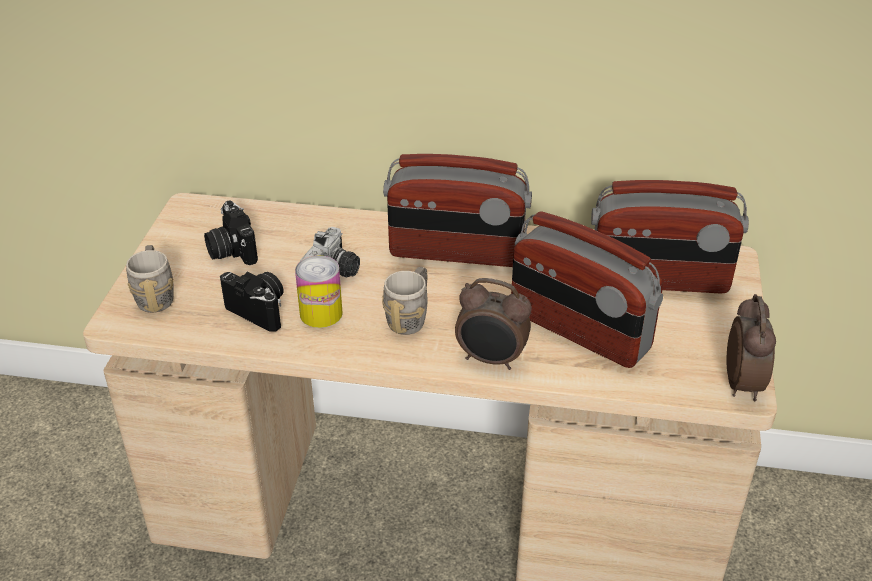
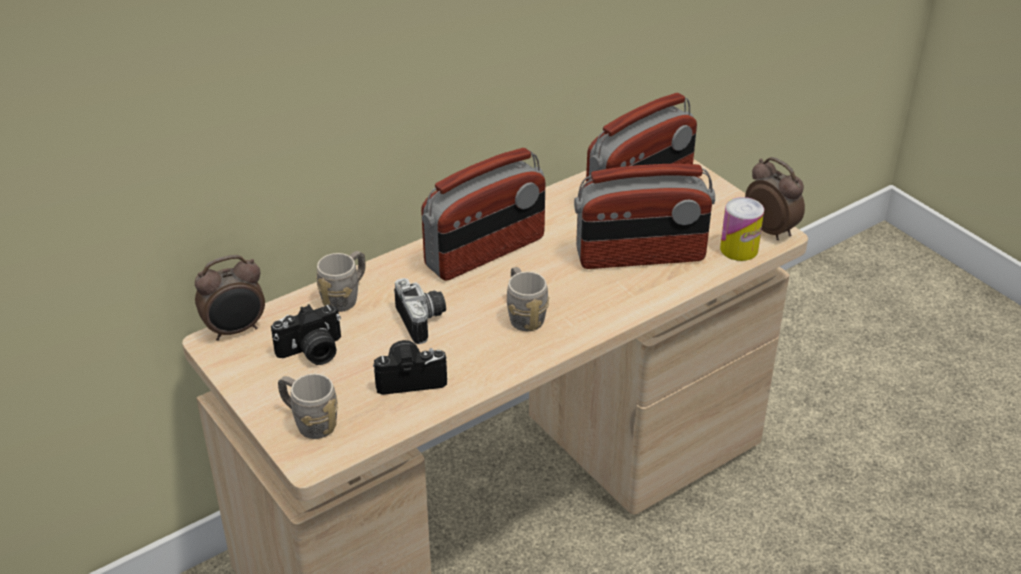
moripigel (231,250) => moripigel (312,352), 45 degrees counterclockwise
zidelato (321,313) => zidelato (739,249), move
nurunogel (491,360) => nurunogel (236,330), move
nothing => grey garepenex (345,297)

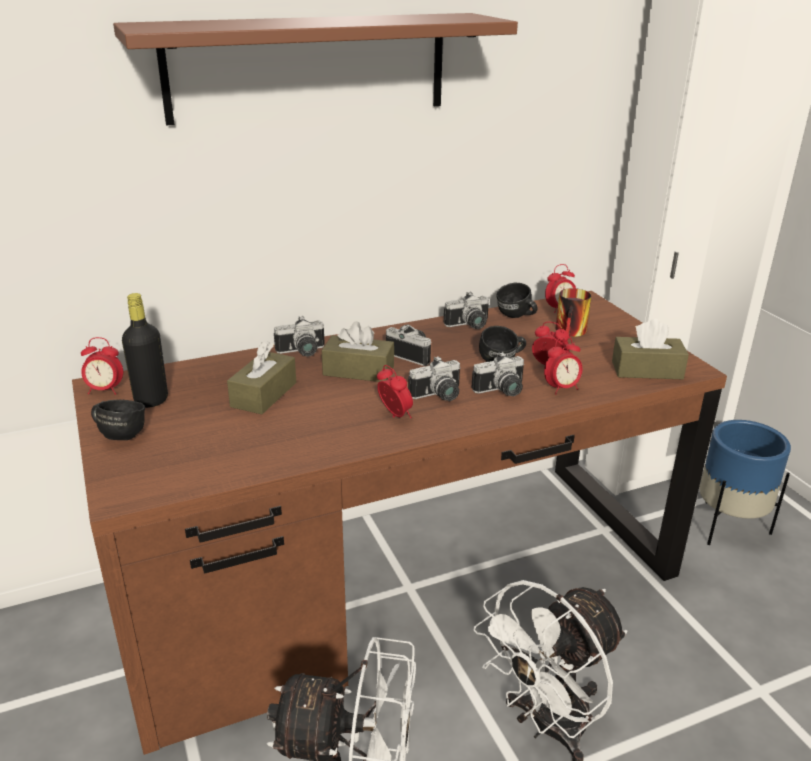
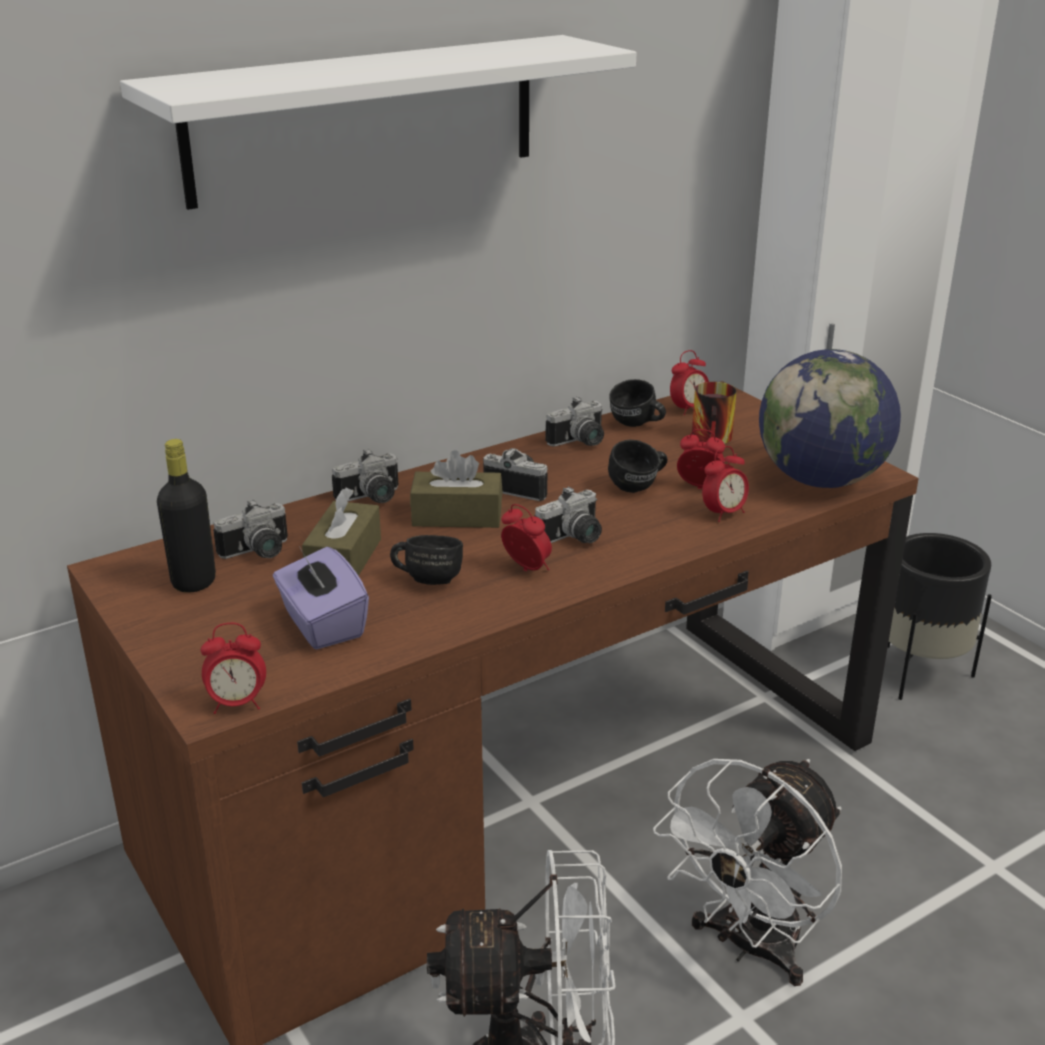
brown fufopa (308,67) => white fufopa (365,119)
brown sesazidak (647,370) => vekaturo (821,480)
nurunogel (105,390) => nurunogel (237,704), move
moripigel (502,391) => moripigel (258,553), move
black garepenex (120,433) => black garepenex (427,578), move
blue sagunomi (729,527) => black sagunomi (920,674)
nothing => purple sesazidak (322,624)

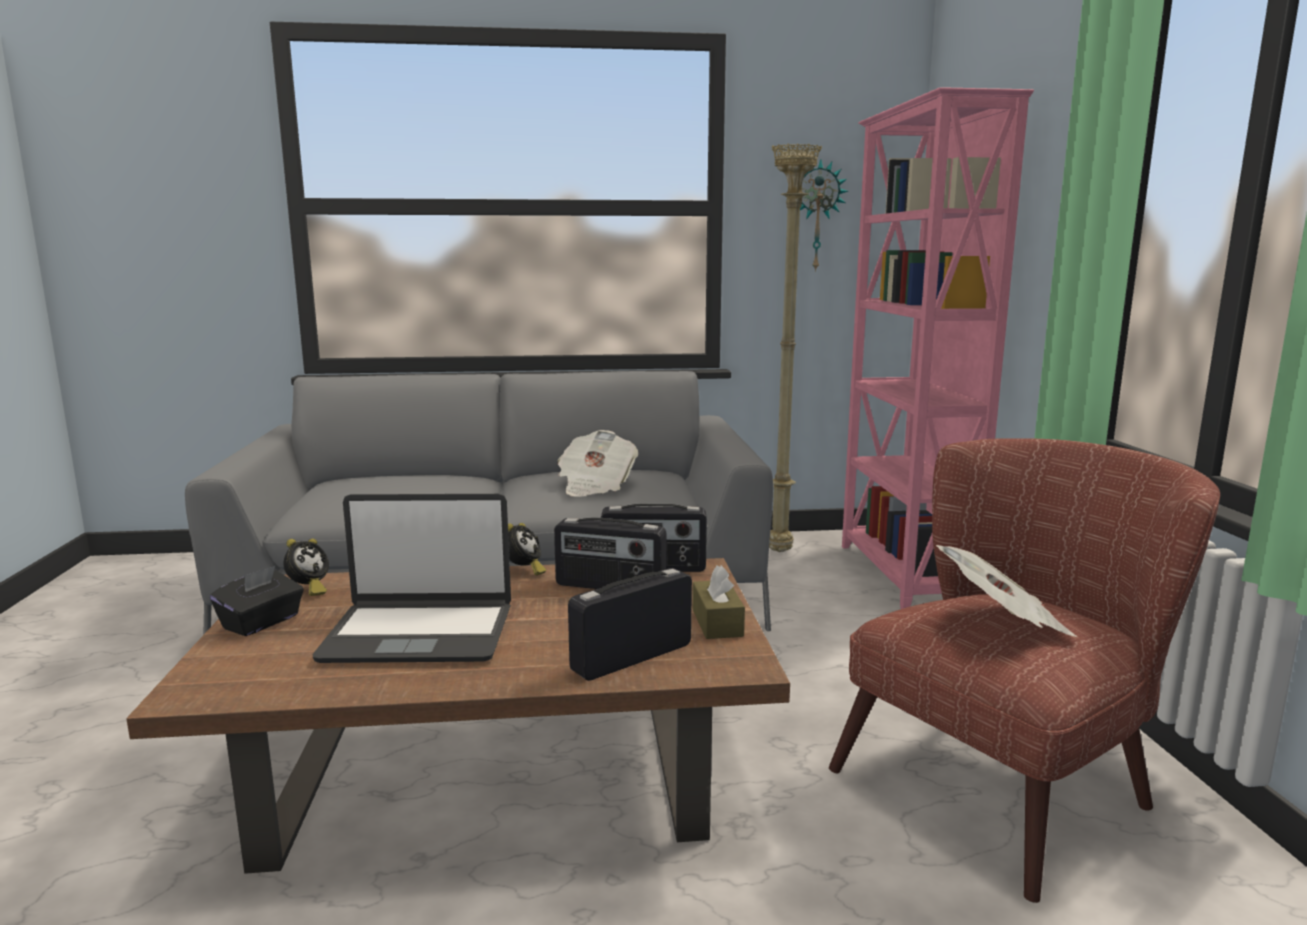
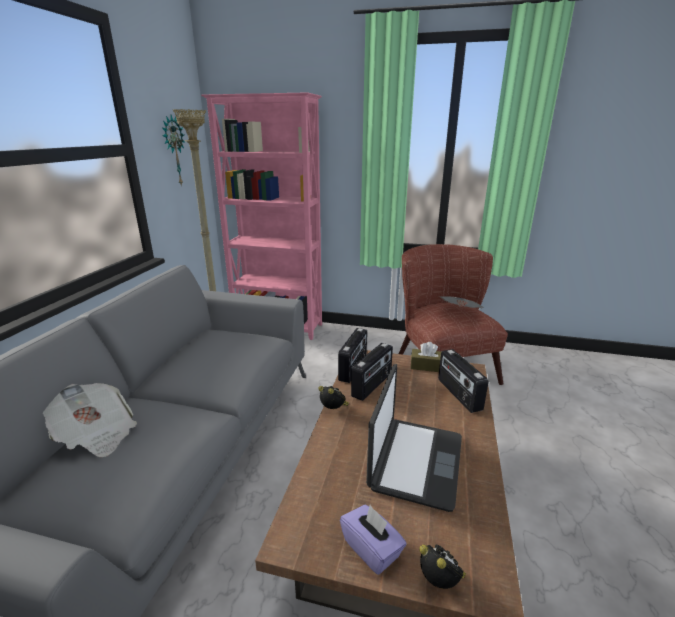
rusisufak (595,486) => rusisufak (96,434), move
nurunogel (308,590) => nurunogel (440,582), move
black sesazidak (262,623) => purple sesazidak (372,549)

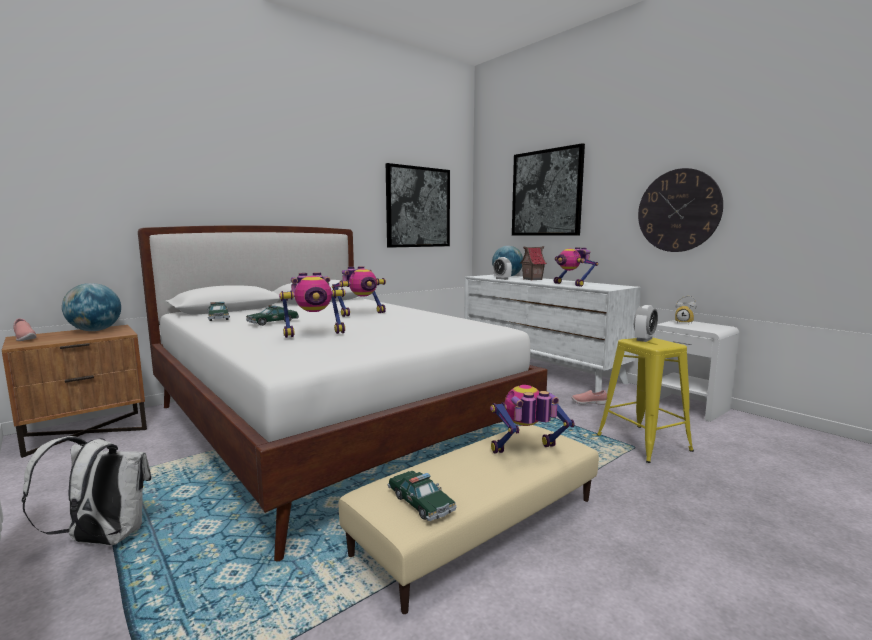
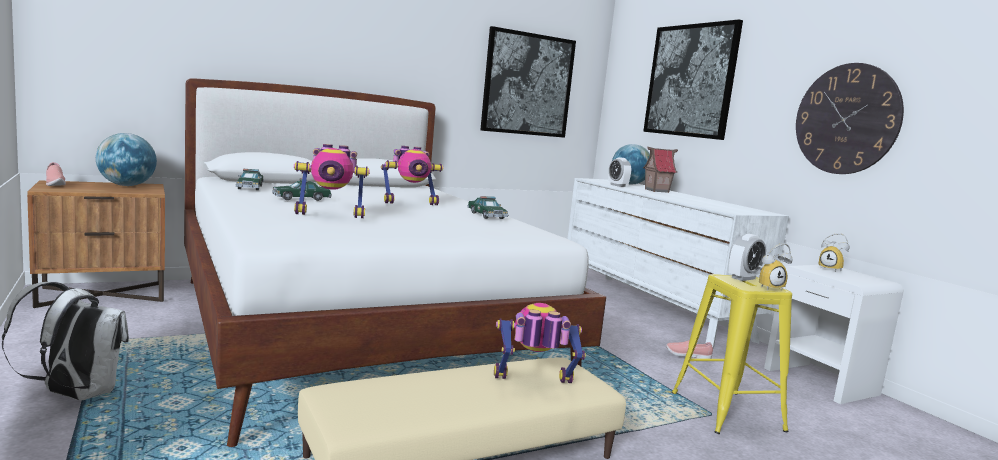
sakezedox (572,284) => nothing
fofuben (420,503) => fofuben (486,215), move
nothing => nurunogel (769,287)

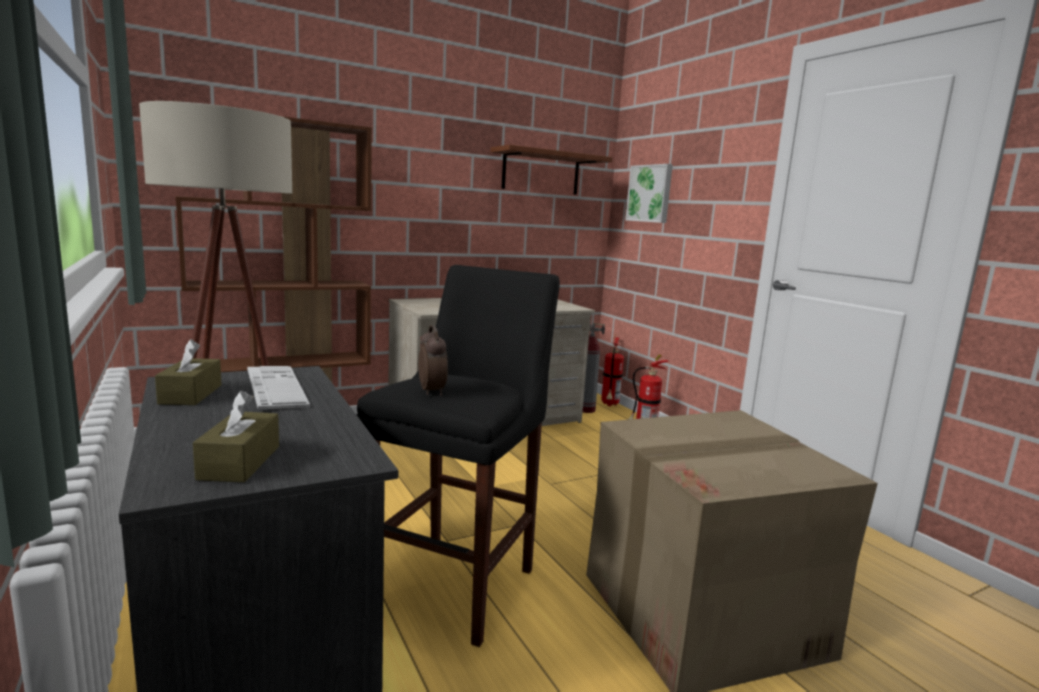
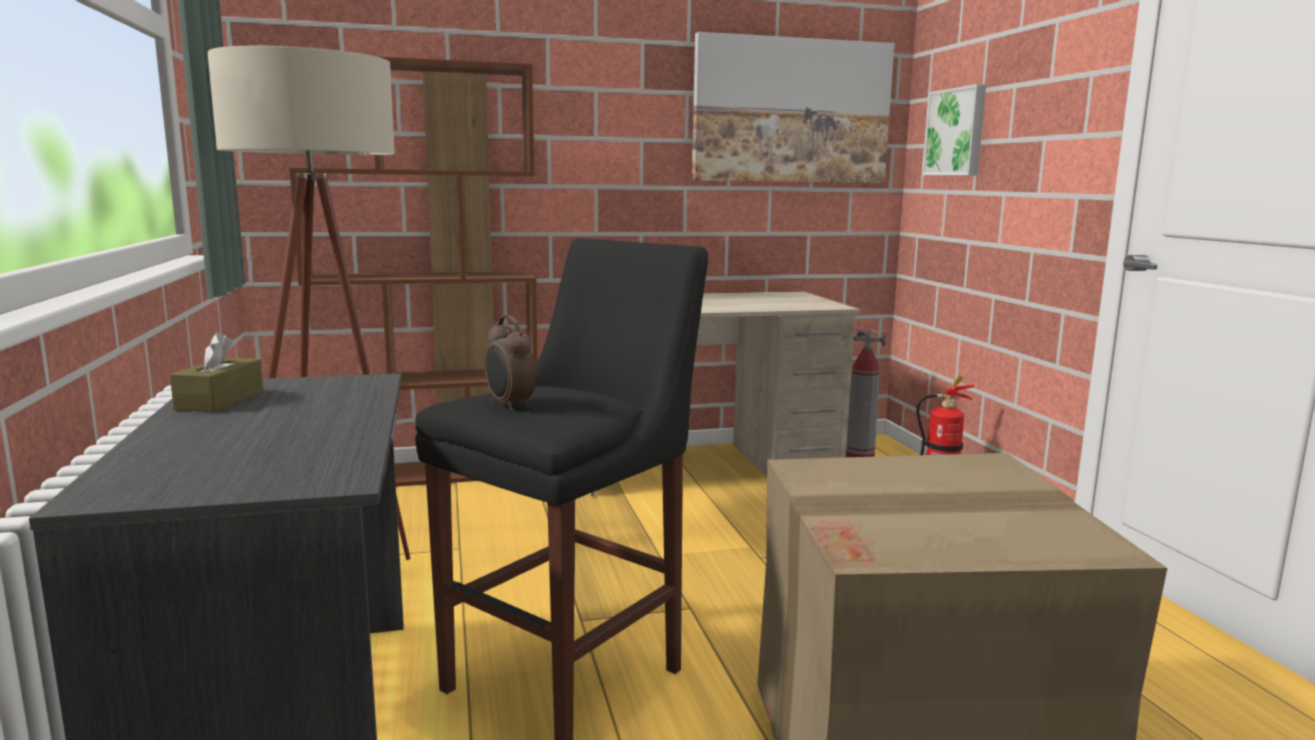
brown fufopa (541,172) => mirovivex (791,111)
nurunogel (432,391) => nurunogel (509,405), 150 degrees clockwise
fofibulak (609,405) => nothing
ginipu (276,388) => nothing
brown sesazidak (240,462) => nothing

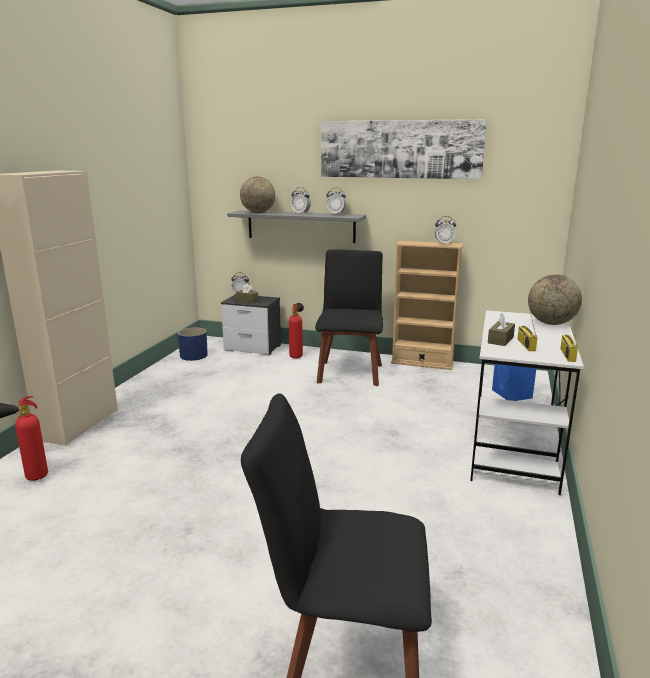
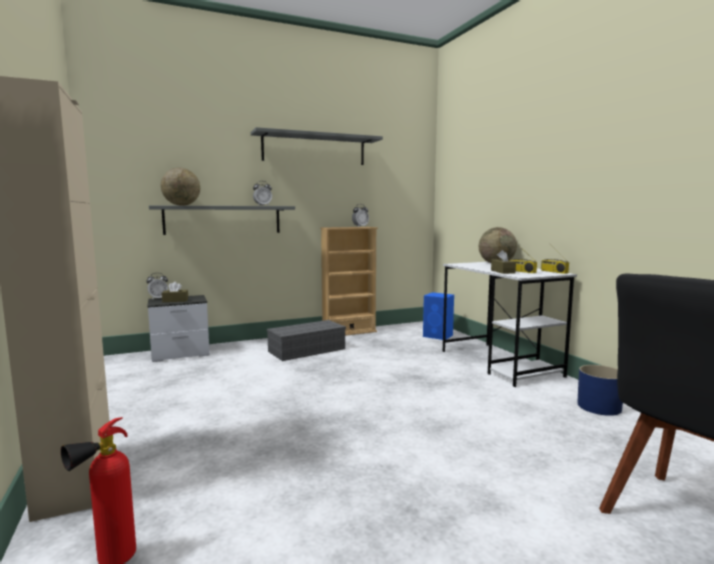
mirovivex (400,149) => grey fufopa (314,149)
nurunogel (301,214) => nothing
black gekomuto (350,372) => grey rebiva (307,350)
fofibulak (297,356) => nothing
blue sagunomi (194,355) => blue sagunomi (598,407), move

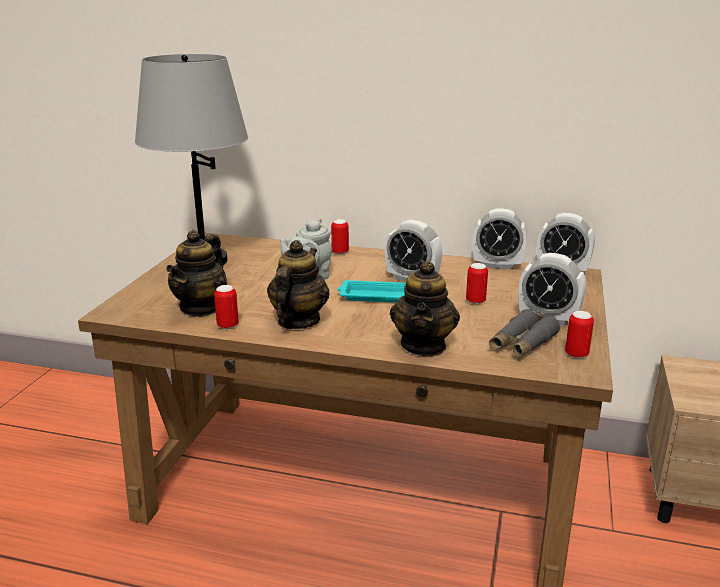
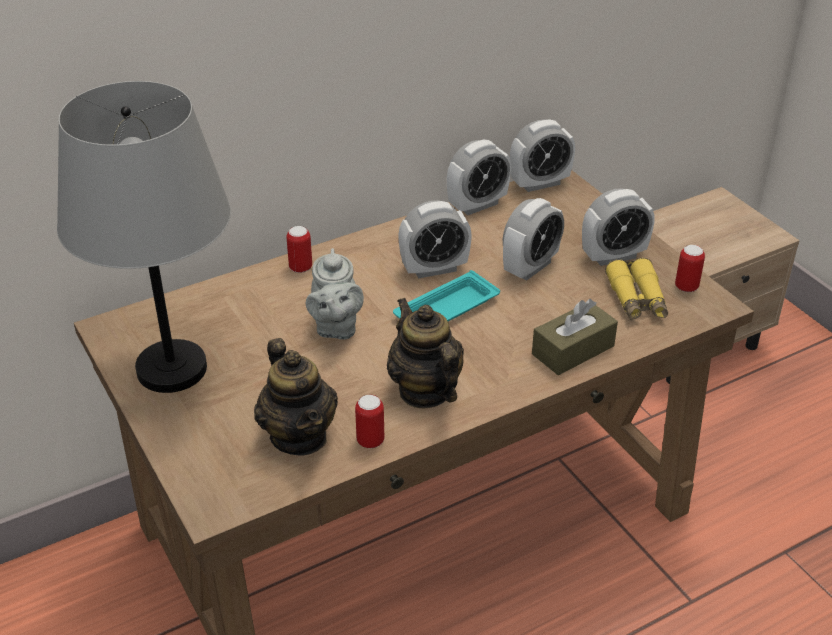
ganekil (424,345) => brown sesazidak (573,350)
zidelato (475,301) => nurunogel (530,267)
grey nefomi (522,344) => yellow nefomi (636,299)

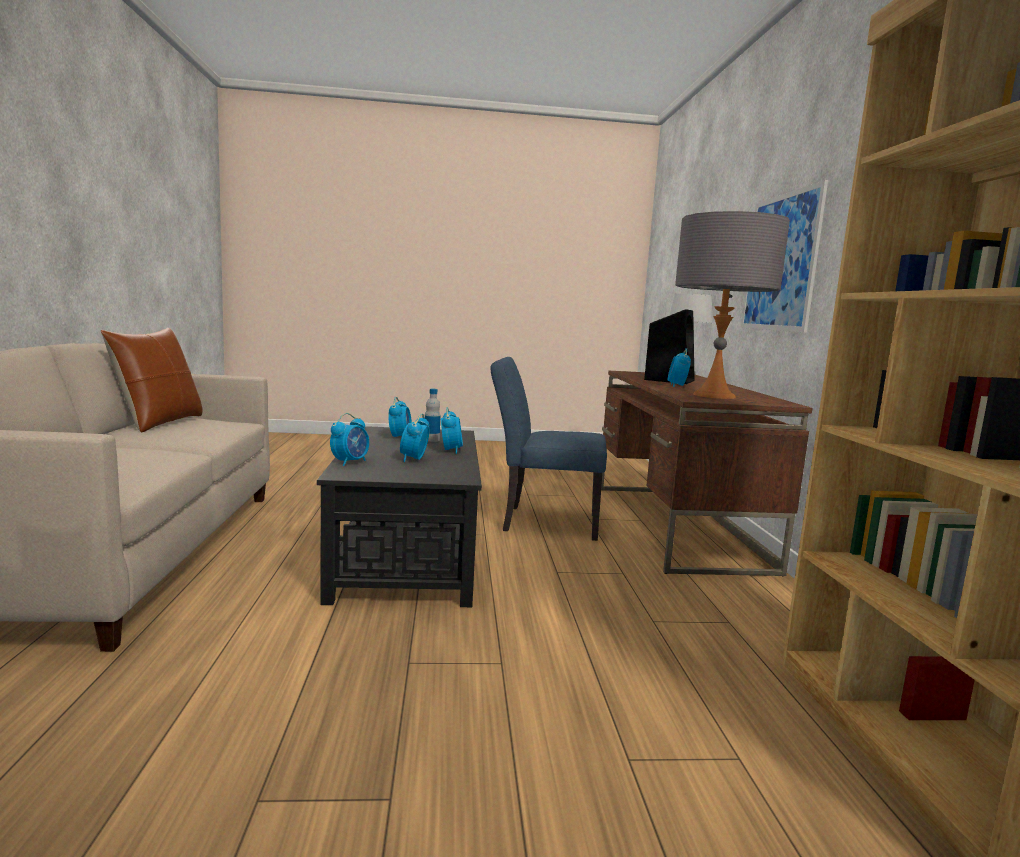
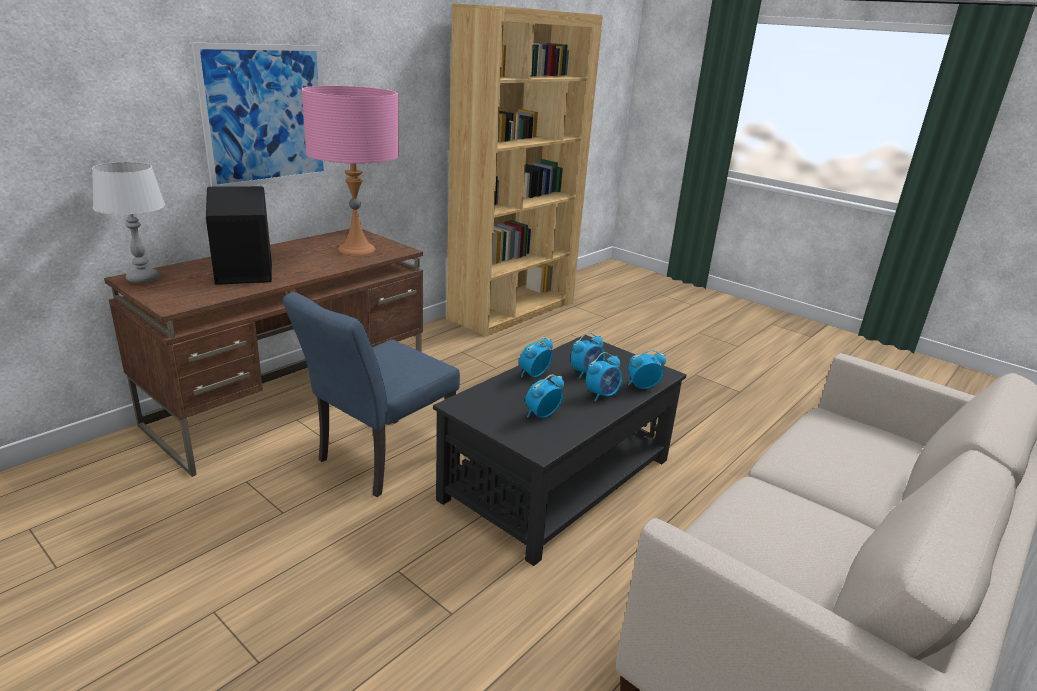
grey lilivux (714,395) => pink lilivux (356,249)
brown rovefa (159,422) => nothing
nurunogel (677,386) => nurunogel (602,395), move
blue gekomuto (542,522) => blue gekomuto (378,460), 75 degrees clockwise
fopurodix (431,440) => nothing

